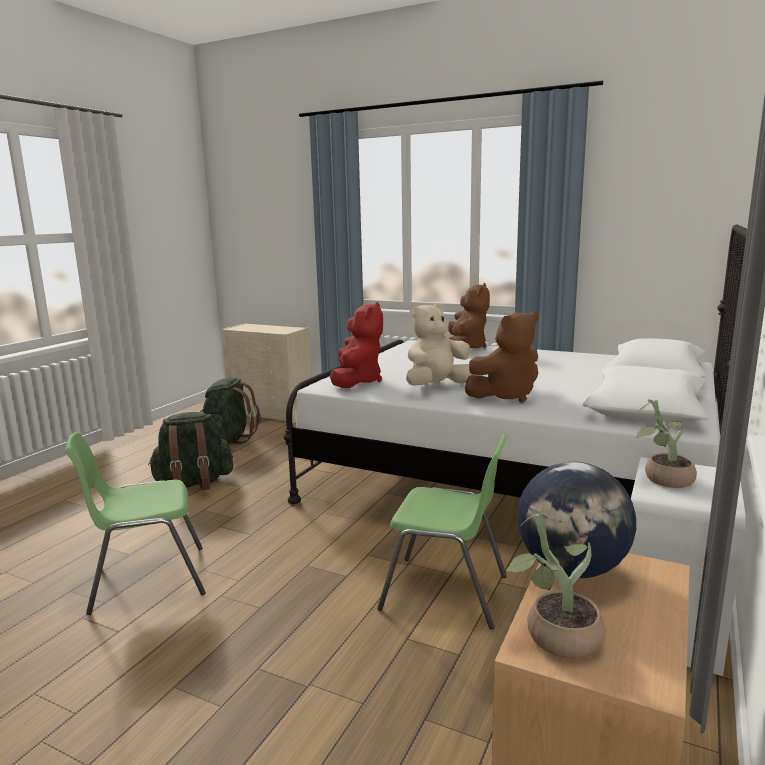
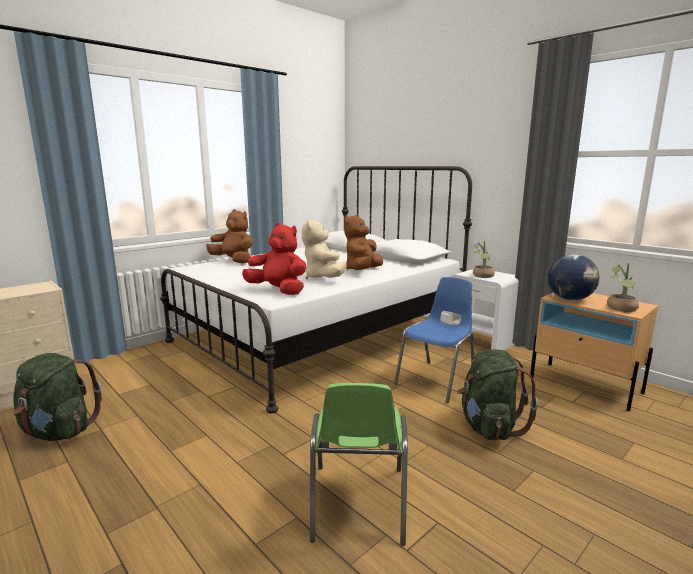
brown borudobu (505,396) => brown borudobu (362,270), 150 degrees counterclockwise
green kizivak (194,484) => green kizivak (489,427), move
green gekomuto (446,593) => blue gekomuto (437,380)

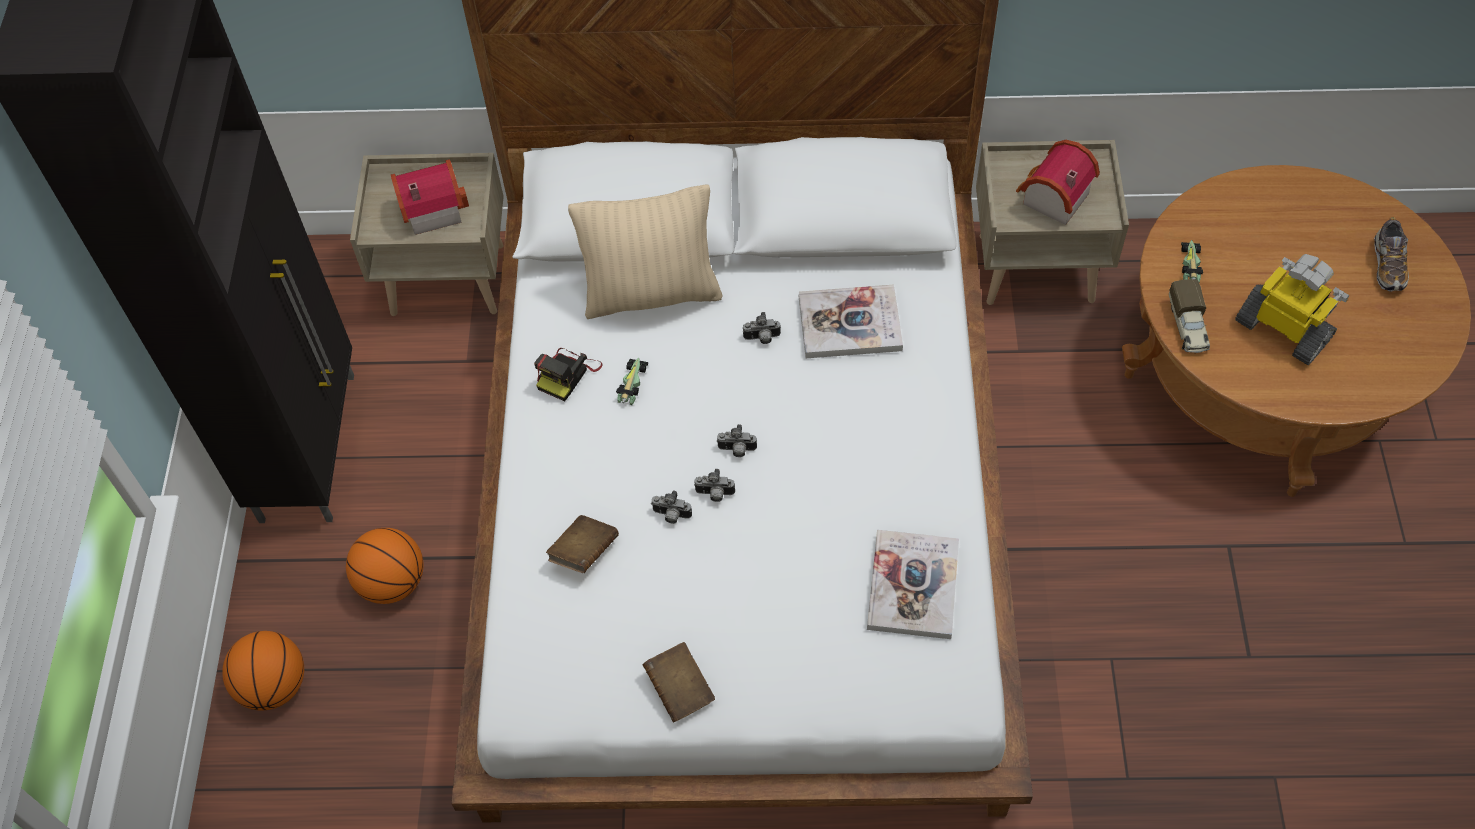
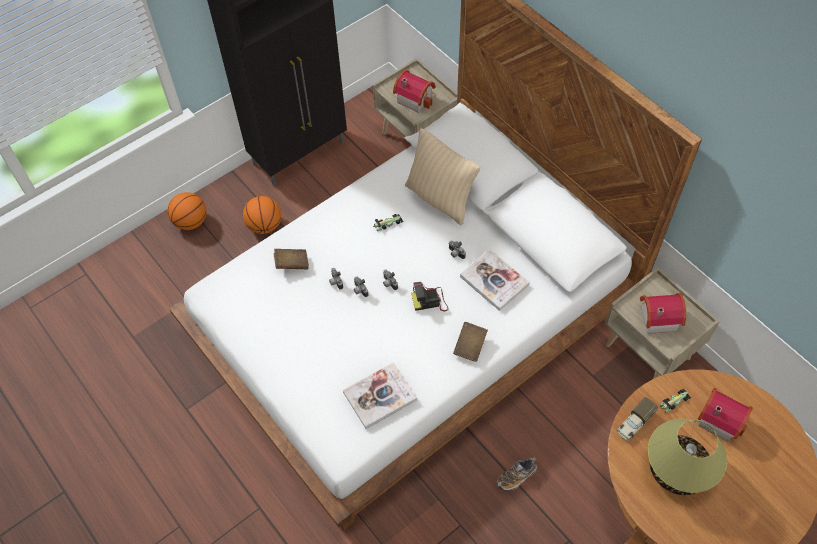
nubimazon (1388,265) => nubimazon (516,476), move
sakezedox (1284,329) => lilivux (676,469)
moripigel (568,374) => moripigel (430,301), move
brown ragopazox (679,689) => brown ragopazox (470,346), move
nothing => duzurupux (719,418)

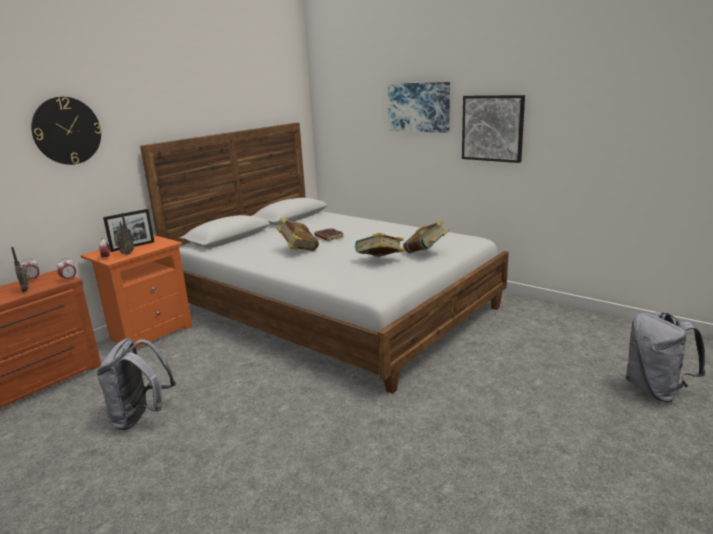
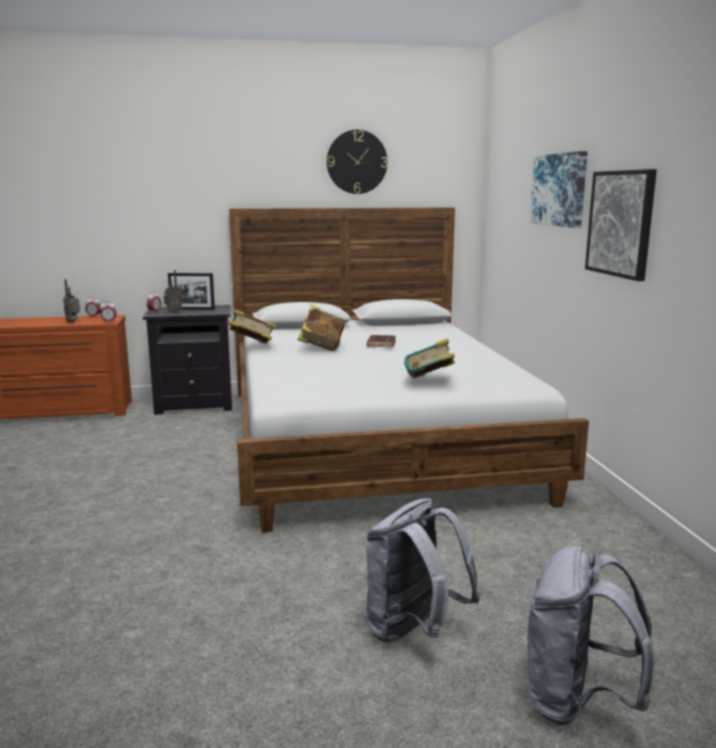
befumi (67,131) => befumi (356,162), move
ragopazox (379,262) => ragopazox (251,346), move
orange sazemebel (149,333) => black sazemebel (195,404)
grey kizivak (141,417) => grey kizivak (413,631), move

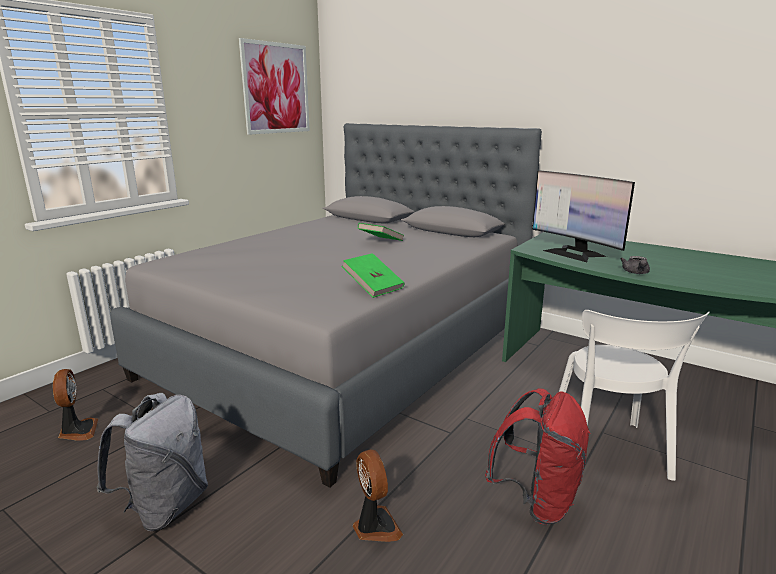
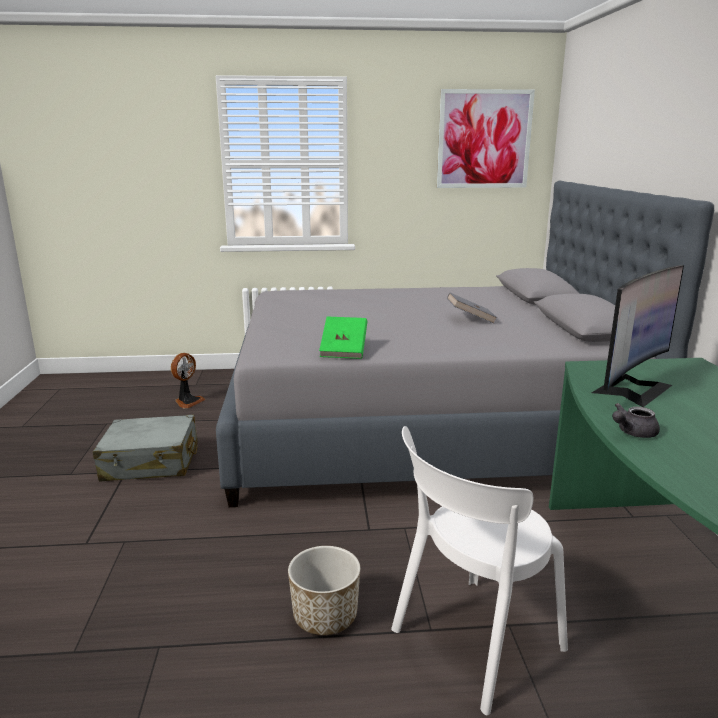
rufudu (574,253) => rufudu (632,388), 150 degrees counterclockwise
green ragopazox (381,242) => grey ragopazox (470,319)
red kizivak (537,500) => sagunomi (325,616)
grey kizivak (165,506) => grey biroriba (151,462)
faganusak (375,527) => nothing

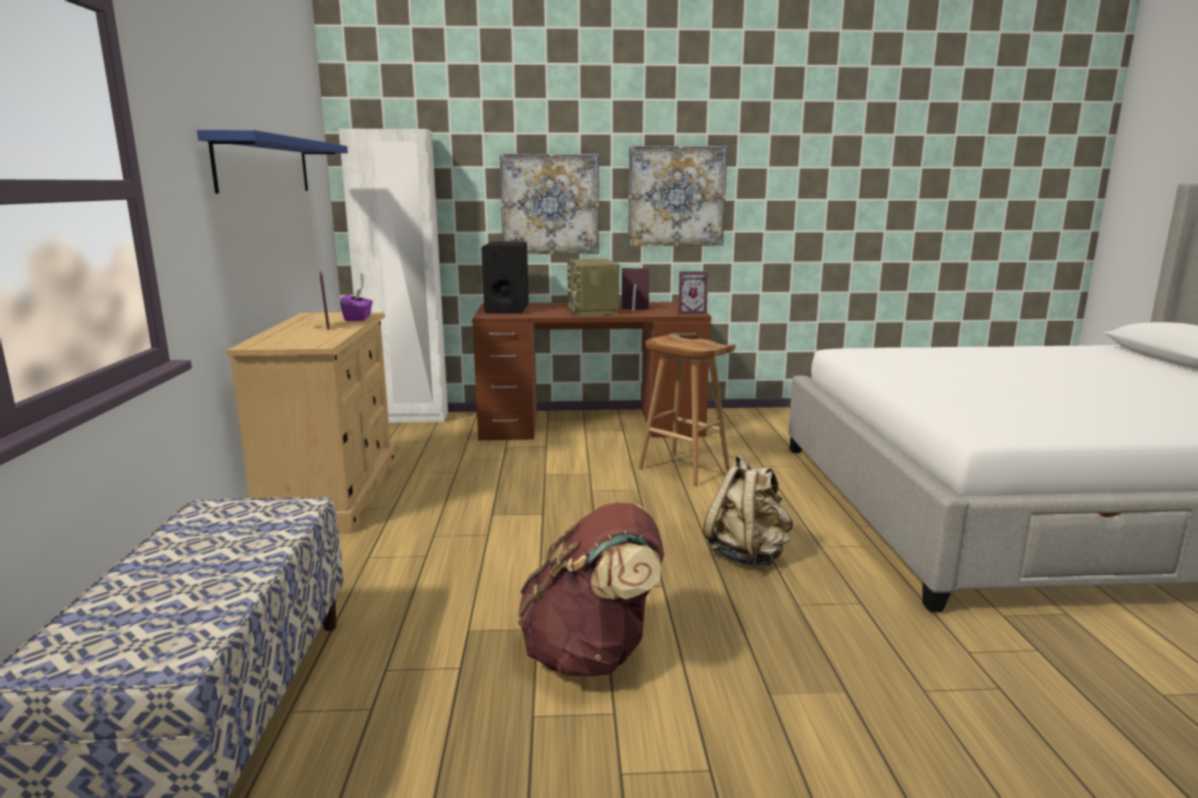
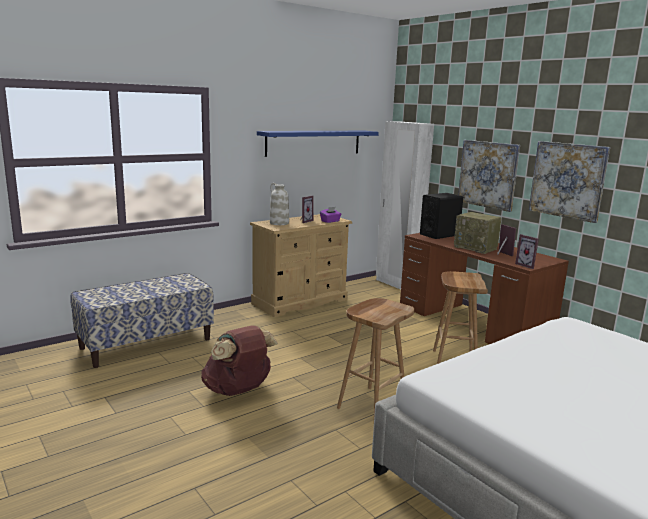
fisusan (593,311) => fisusan (476,248), 90 degrees counterclockwise
beige kizivak (748,555) => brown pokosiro (372,405)
nothing => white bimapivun (278,223)

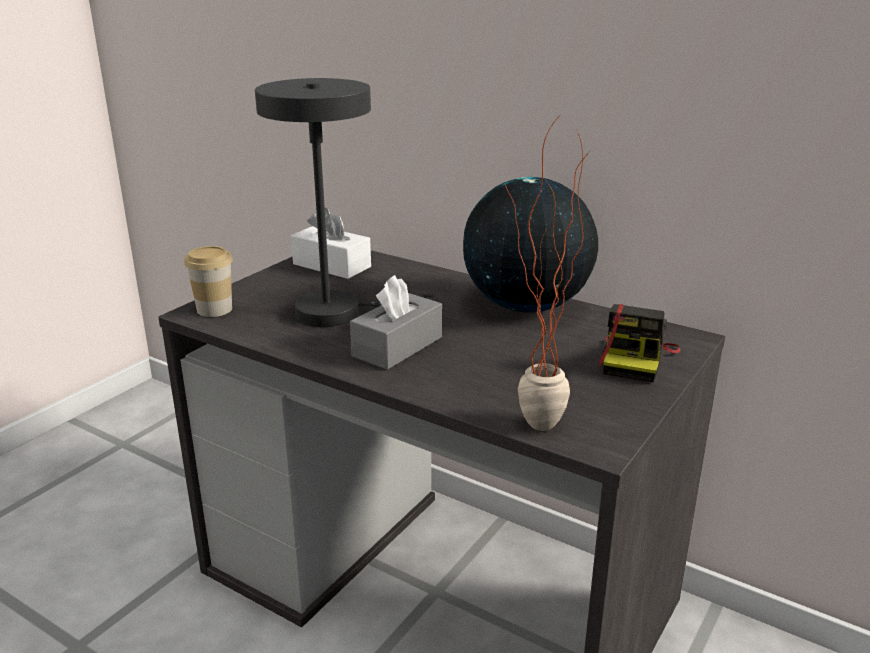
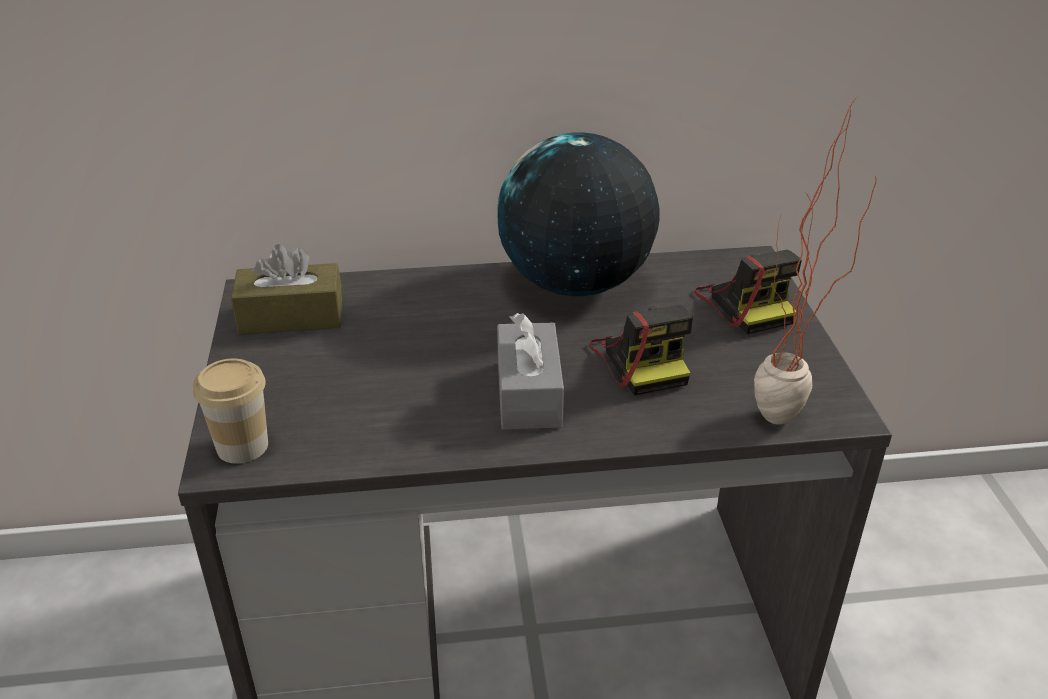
grey lilivux (339,312) => nothing
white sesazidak (332,265) => brown sesazidak (291,316)
nothing => moripigel (641,360)

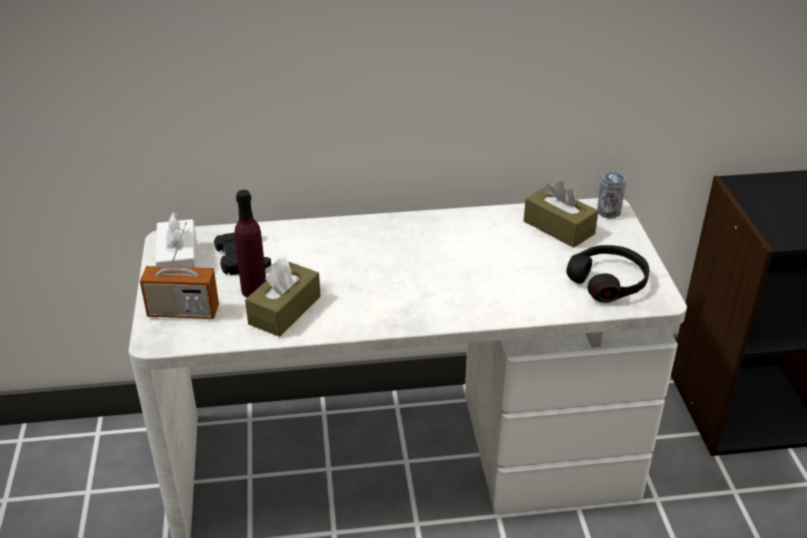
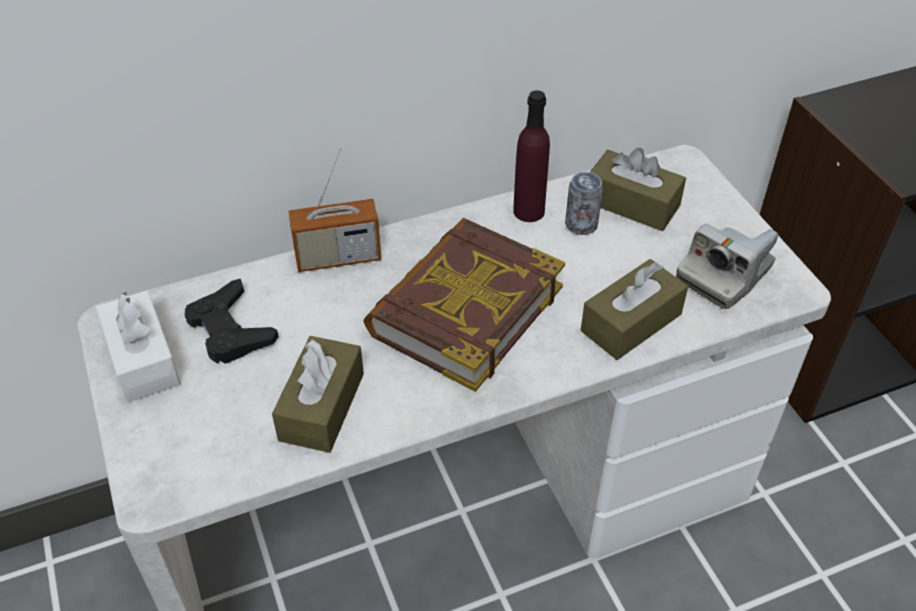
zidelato (608,212) => zidelato (581,225), move
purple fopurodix (254,290) => purple fopurodix (528,211), move
fisusan (183,311) => fisusan (338,258), move
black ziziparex (608,281) => moripigel (724,274)
nothing => ragopazox (465,310)
nothing => brown sesazidak (631,322)

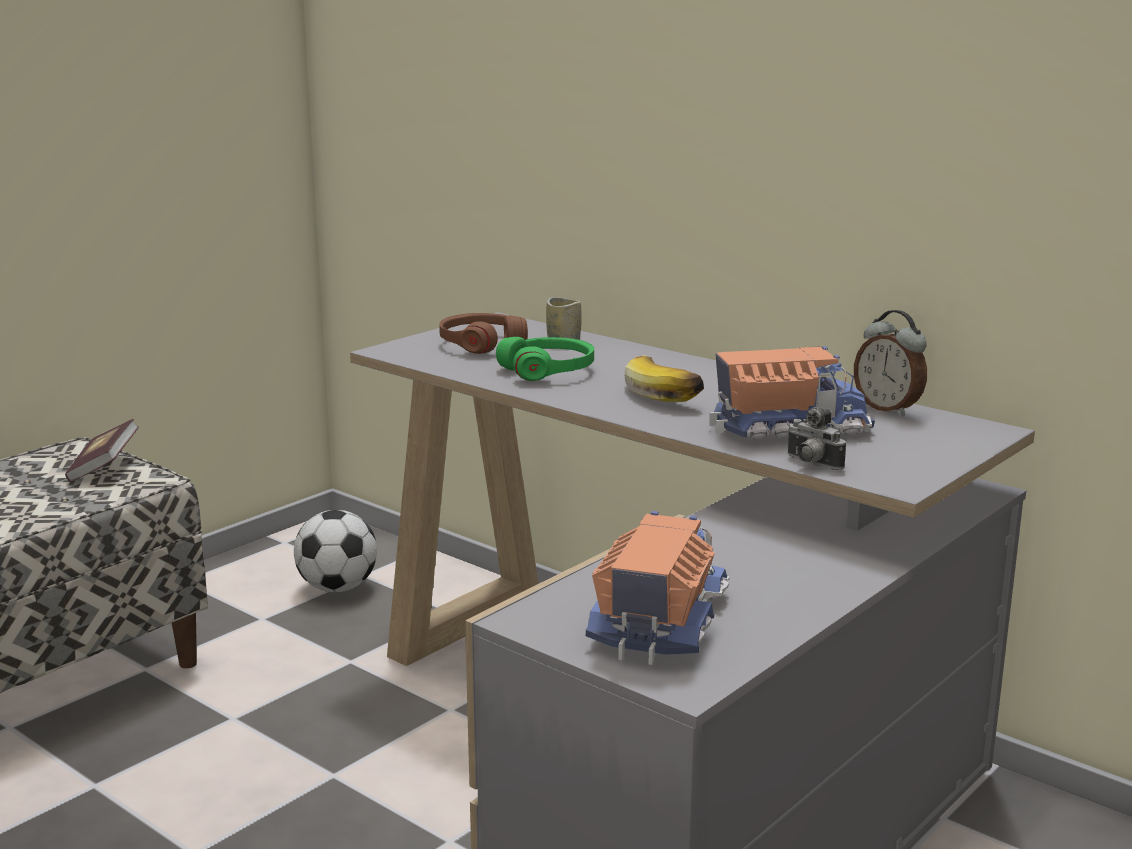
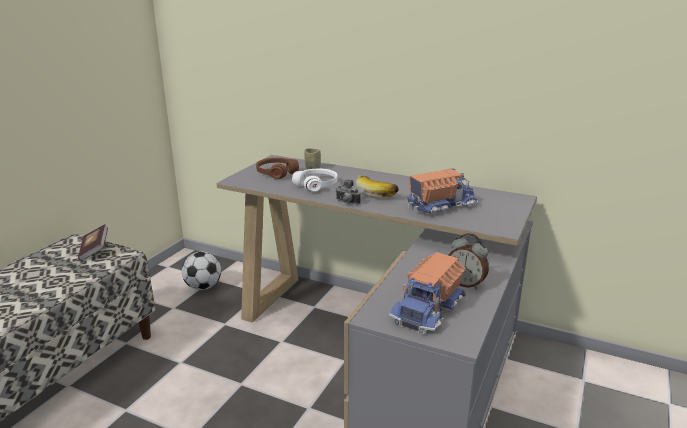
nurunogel (888,408) => nurunogel (465,283), move
green ziziparex (548,371) => white ziziparex (316,185)
moripigel (811,464) => moripigel (346,202), move
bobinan (657,621) => bobinan (429,309), 150 degrees counterclockwise

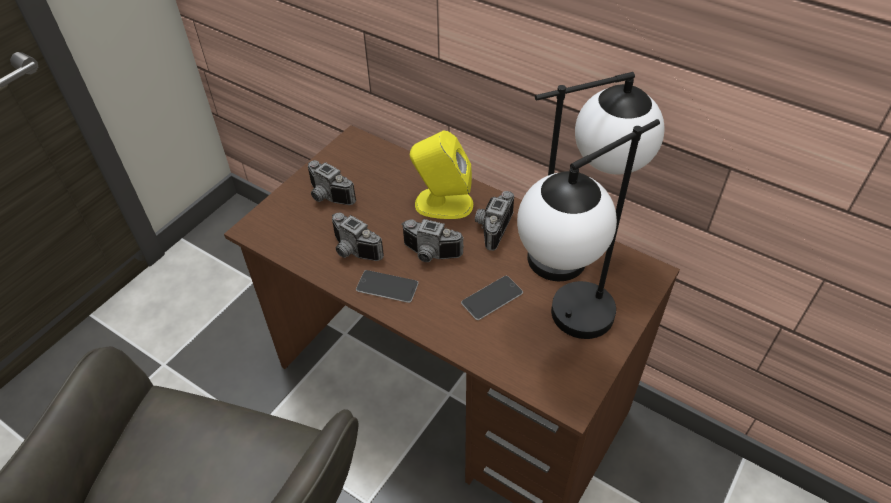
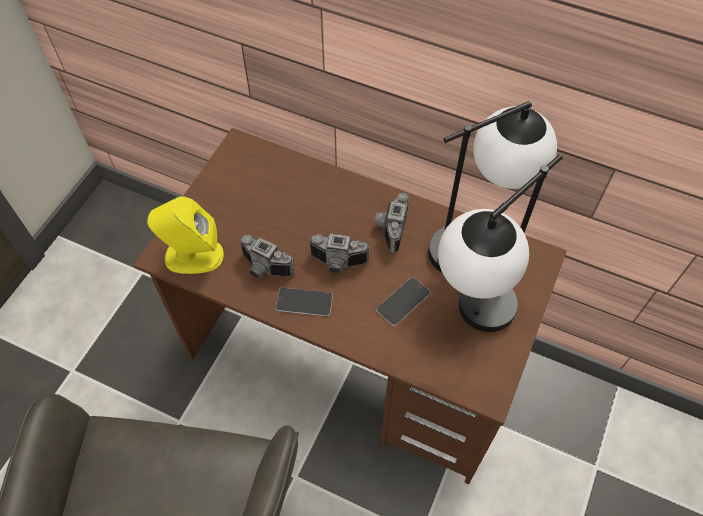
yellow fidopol (443,204) => yellow fidopol (193,256), move
moripigel (327,197) => nothing

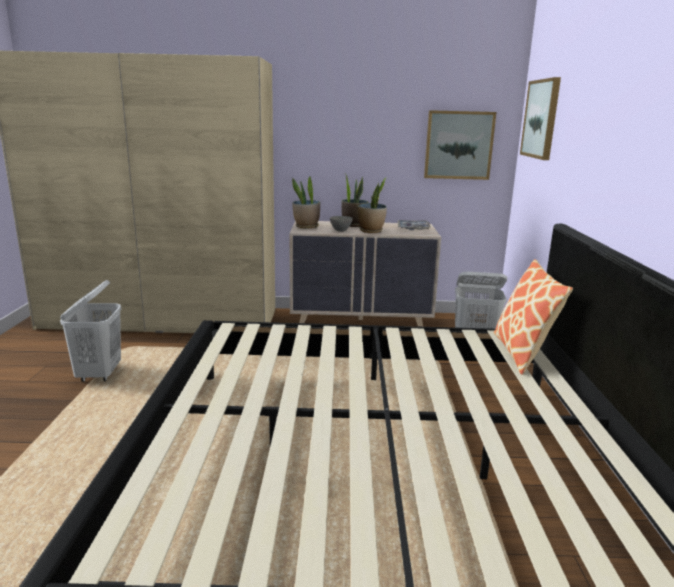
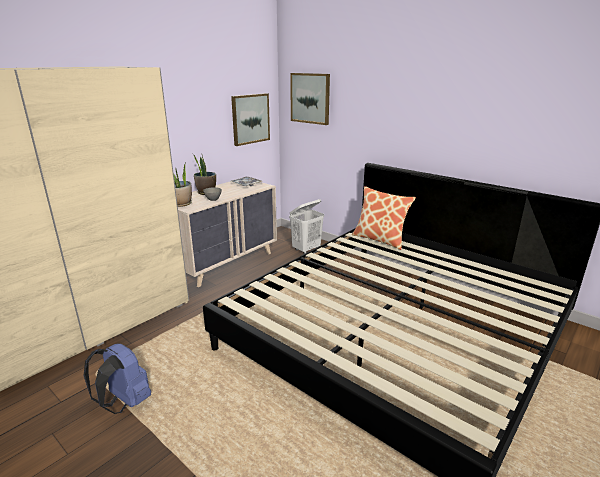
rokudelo (371,231) => nothing
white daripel (99,374) => blue kizivak (124,402)

